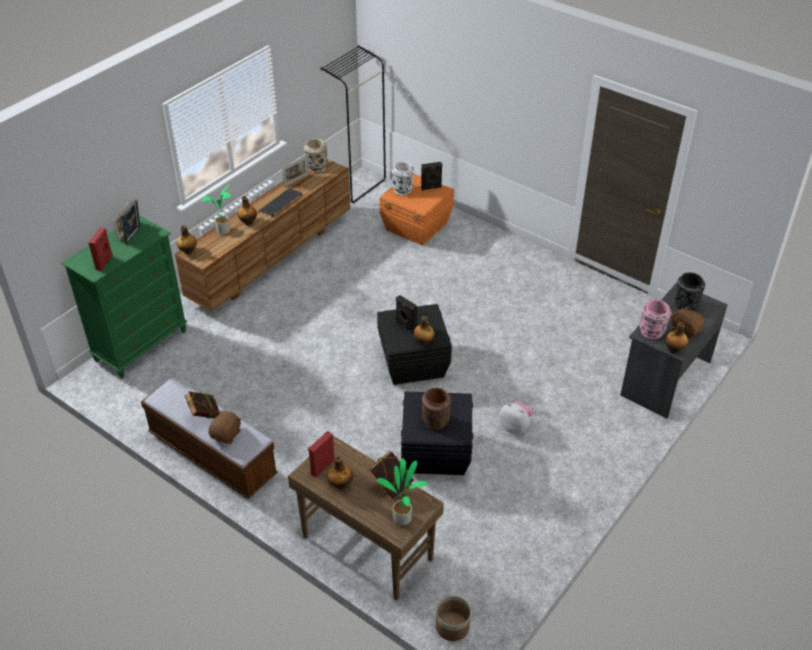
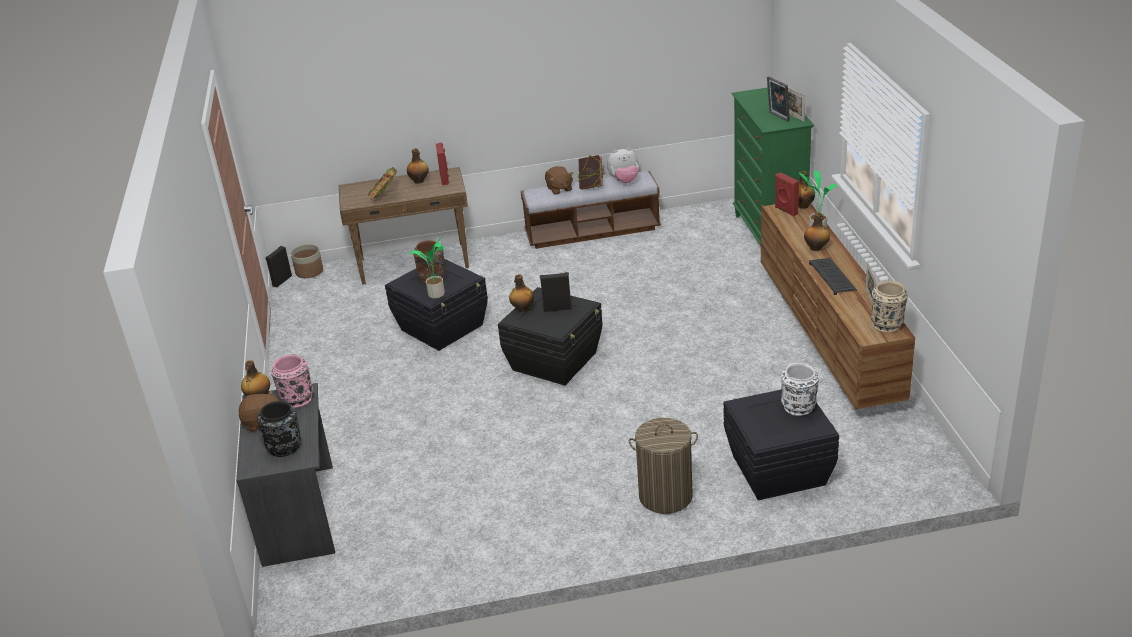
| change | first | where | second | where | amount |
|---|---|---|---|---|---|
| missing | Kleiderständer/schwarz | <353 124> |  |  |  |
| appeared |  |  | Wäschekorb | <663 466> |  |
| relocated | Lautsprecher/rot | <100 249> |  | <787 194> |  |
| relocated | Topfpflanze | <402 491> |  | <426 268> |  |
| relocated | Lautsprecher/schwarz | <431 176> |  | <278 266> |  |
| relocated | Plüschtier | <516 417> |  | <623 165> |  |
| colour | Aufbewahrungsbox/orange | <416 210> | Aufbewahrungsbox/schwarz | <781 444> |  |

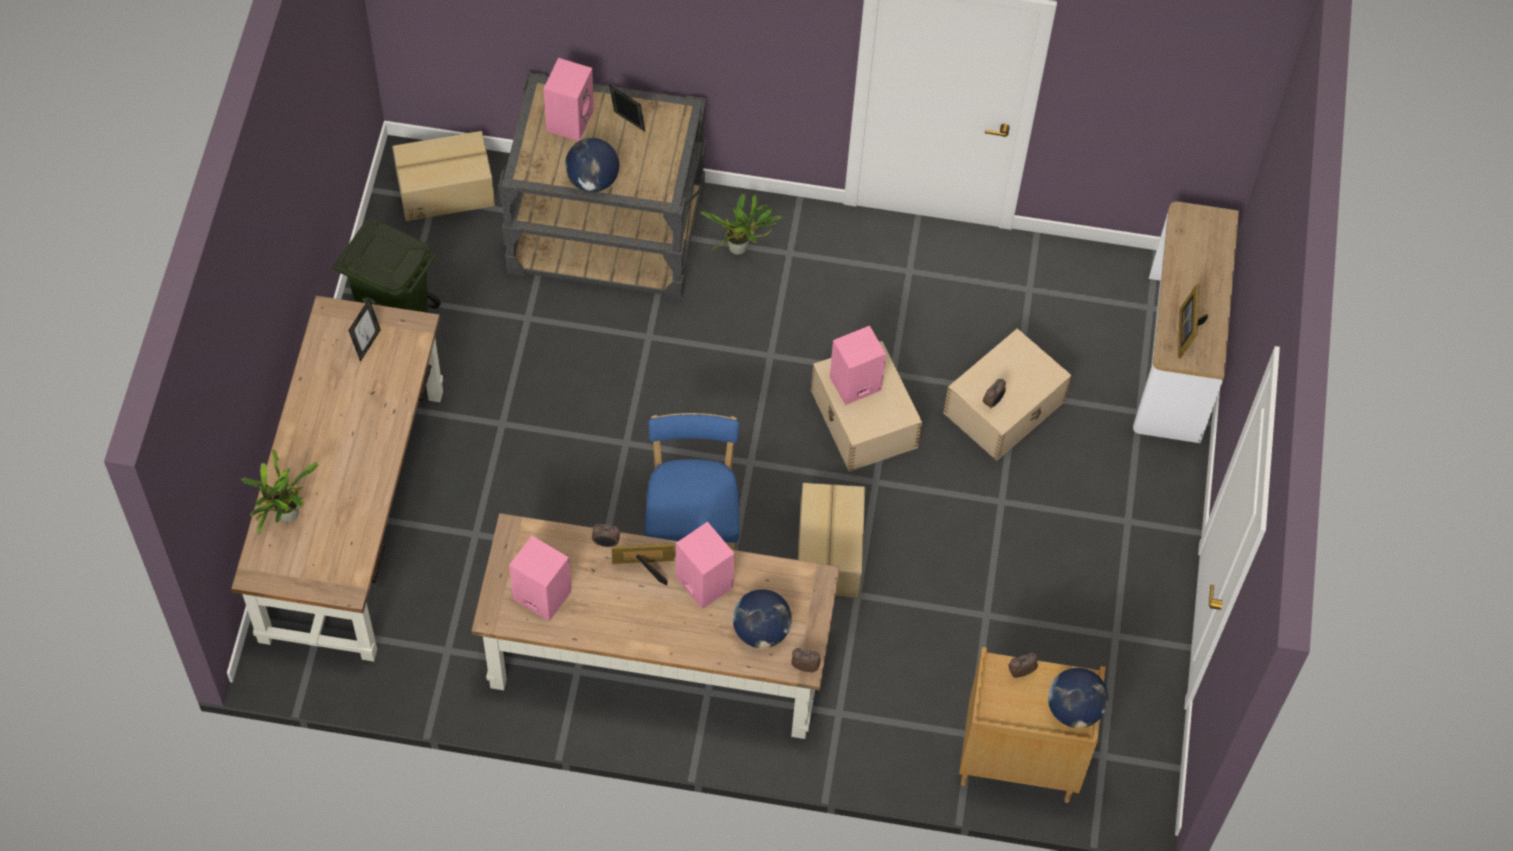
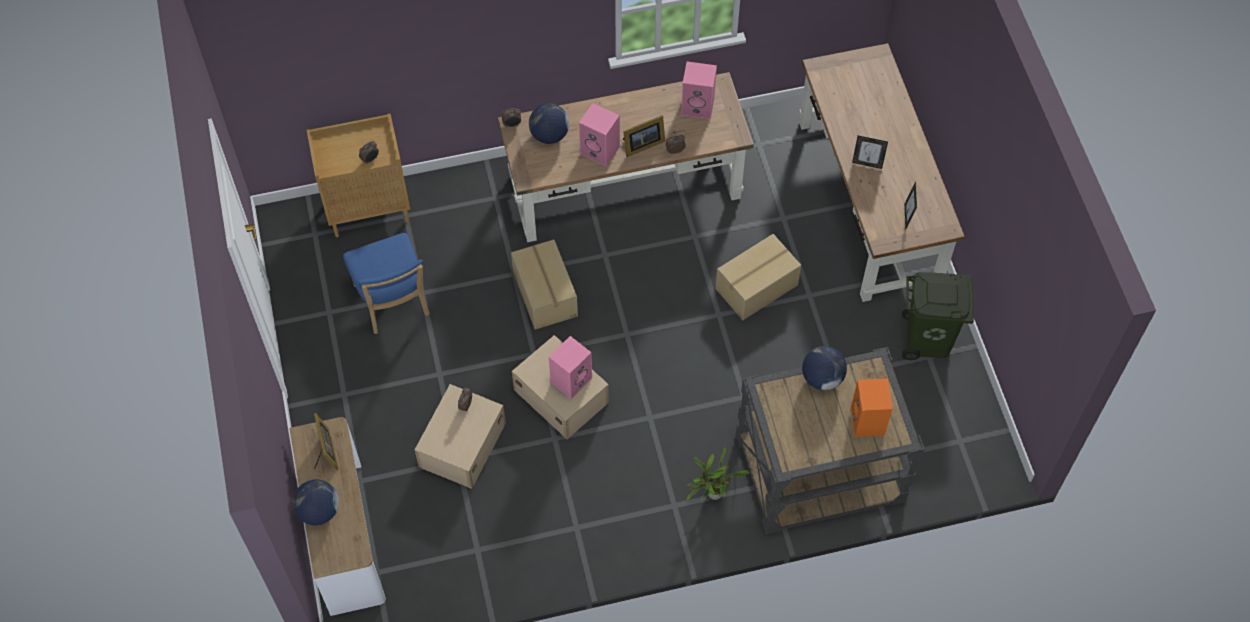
| change | first | where | second | where | amount |
|---|---|---|---|---|---|
| missing | Topfpflanze | <280 492> |  |  |  |
| relocated | Karton | <443 176> |  | <758 277> |  |
| relocated | Bilderrahmen | <627 107> |  | <870 152> |  |
| relocated | Stuhl/blau | <692 481> |  | <386 283> |  |
| relocated | Globus | <1078 698> |  | <315 502> |  |
| colour | Lautsprecher/rosa | <569 99> | Lautsprecher/orange | <872 407> |  |

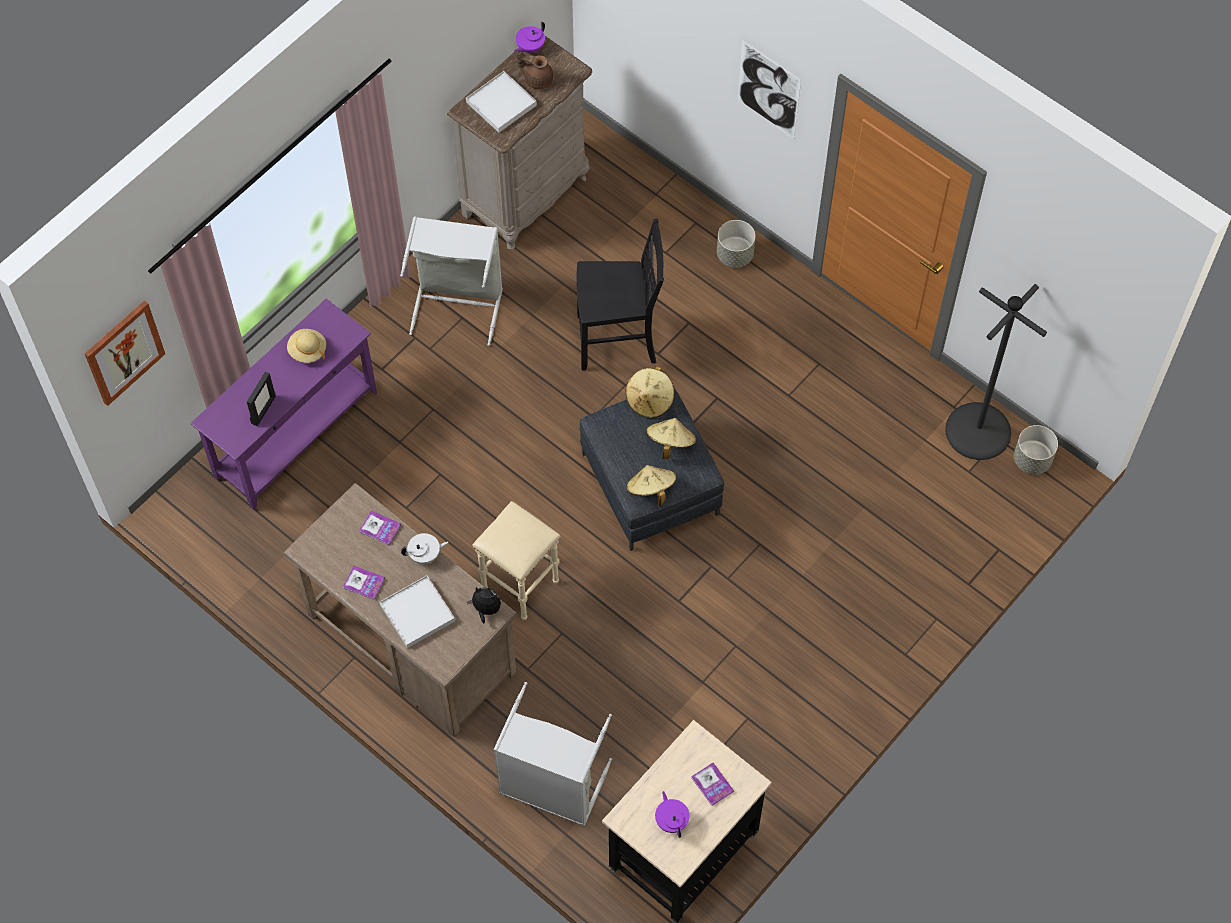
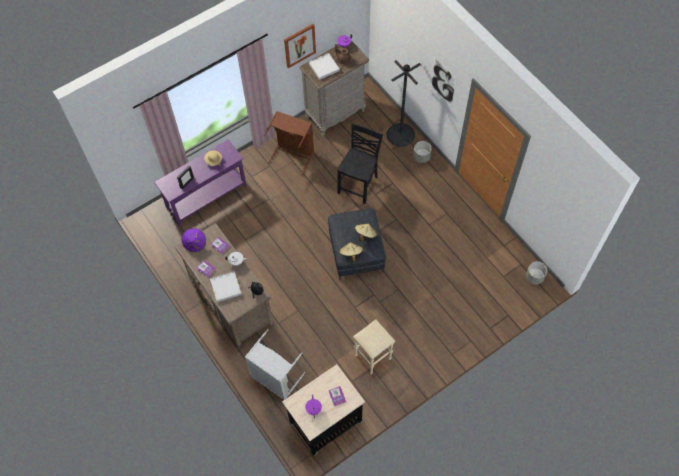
| change | first | where | second | where | amount |
|---|---|---|---|---|---|
| missing | Hut/beige | <650 392> |  |  |  |
| appeared |  |  | Hut/lila | <193 240> |  |
| relocated | Bild | <124 353> |  | <300 46> |  |
| relocated | Hocker/beige | <517 560> |  | <374 347> |  |
| relocated | Kleiderständer/schwarz | <996 372> |  | <404 103> |  |
| colour | Wäschekorb/grau | <451 281> | Wäschekorb/braun | <289 143> |  |
| spun | Stuhl/schwarz | <620 294> |  | <360 163> | 75 degrees counterclockwise |

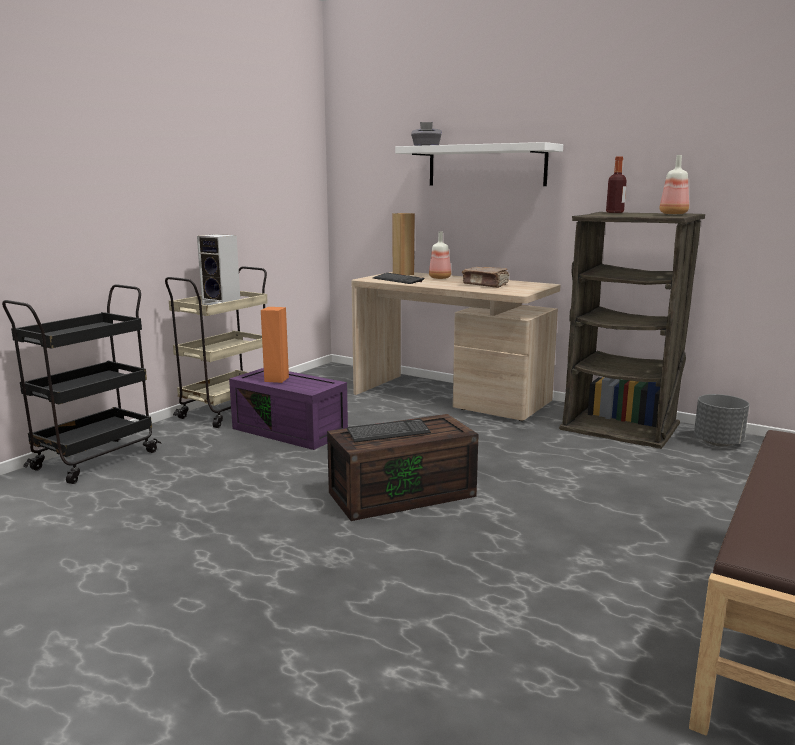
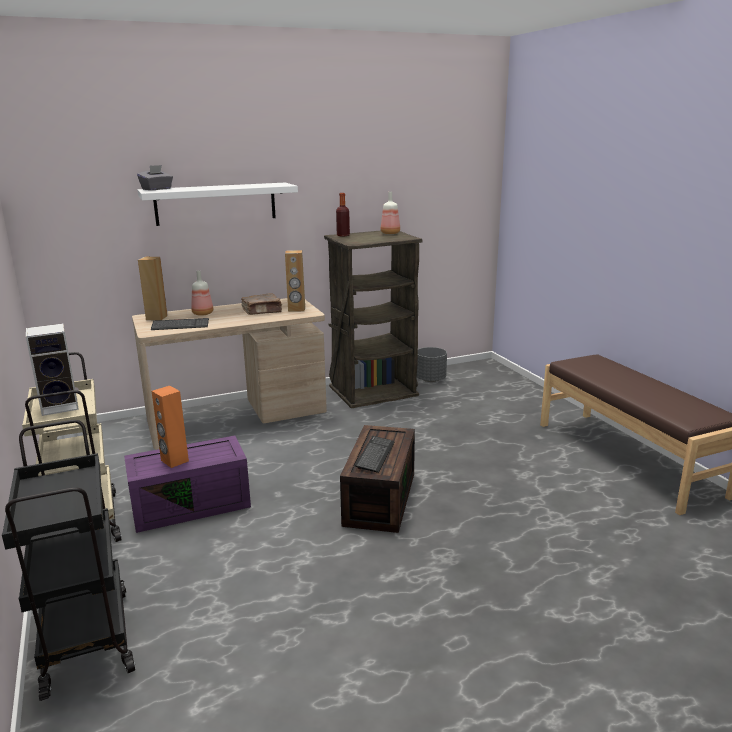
| change | first | where | second | where | amount |
|---|---|---|---|---|---|
| appeared |  |  | Lautsprecher/braun | <295 281> |  |

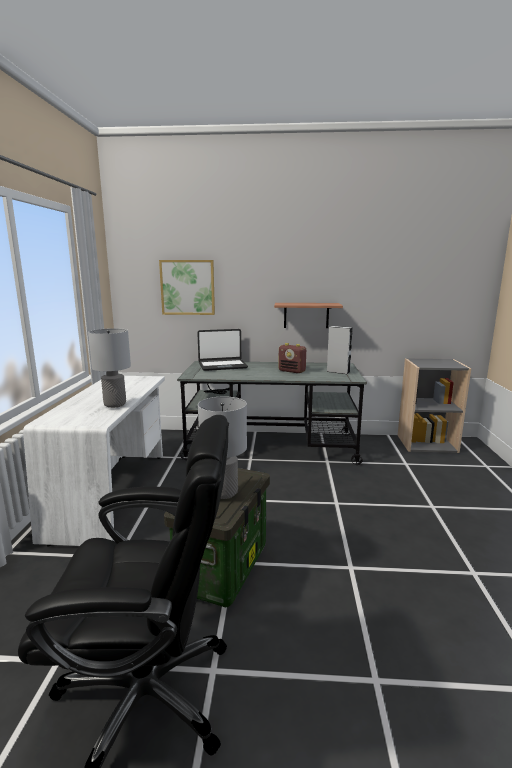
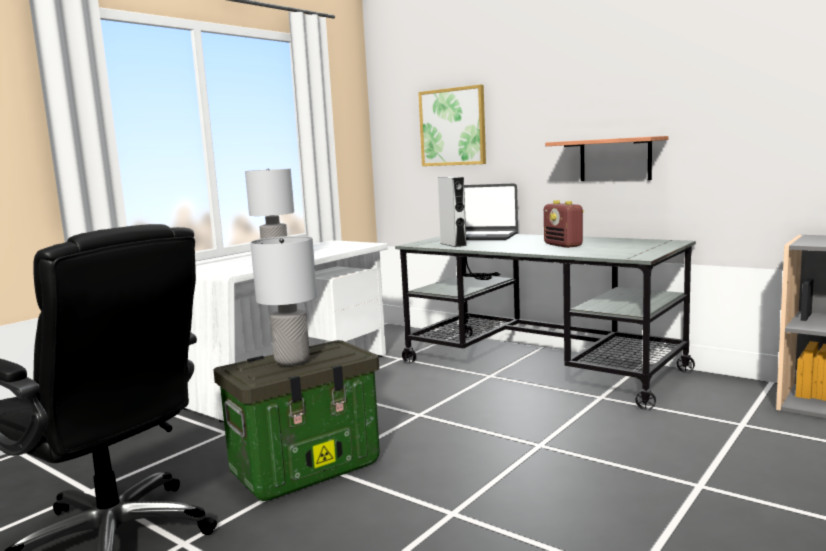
| change | first | where | second | where | amount |
|---|---|---|---|---|---|
| relocated | Lautsprecher/grau | <340 350> |  | <452 212> |  |

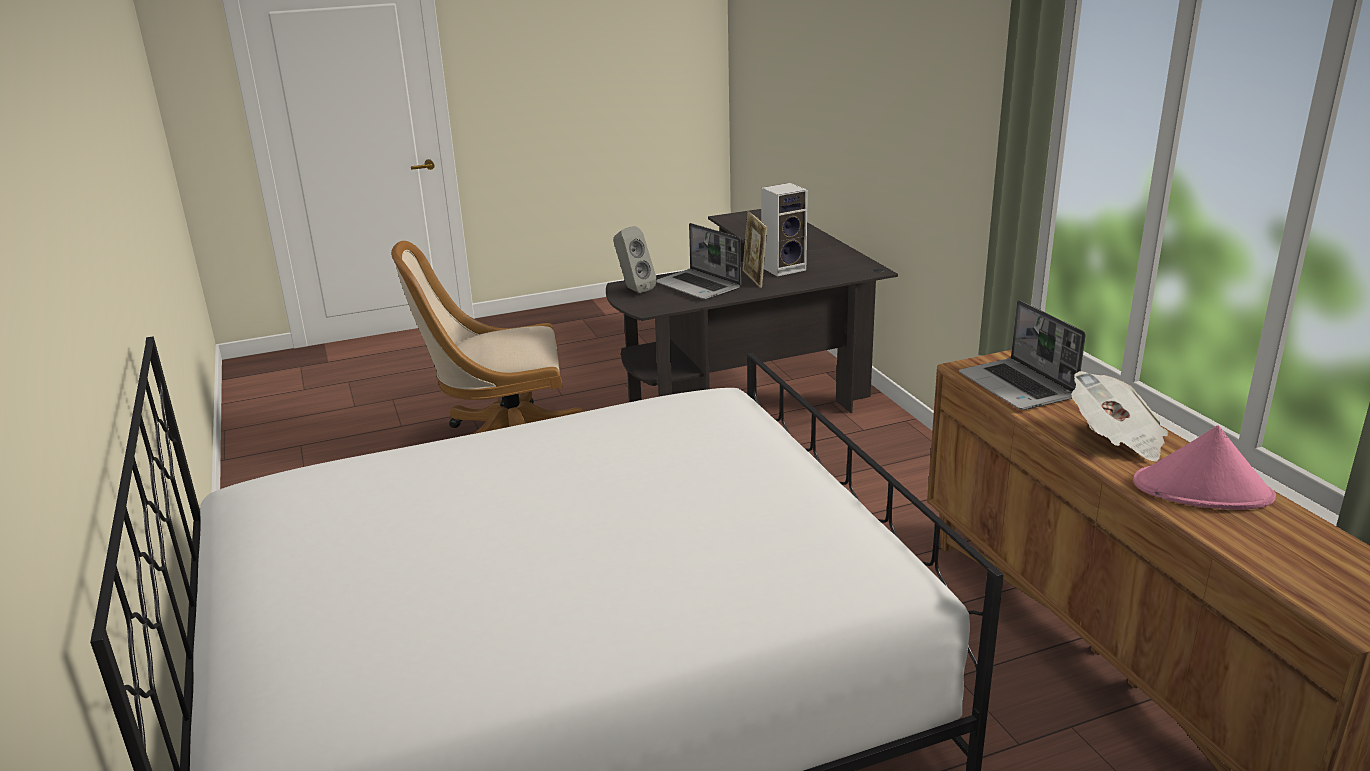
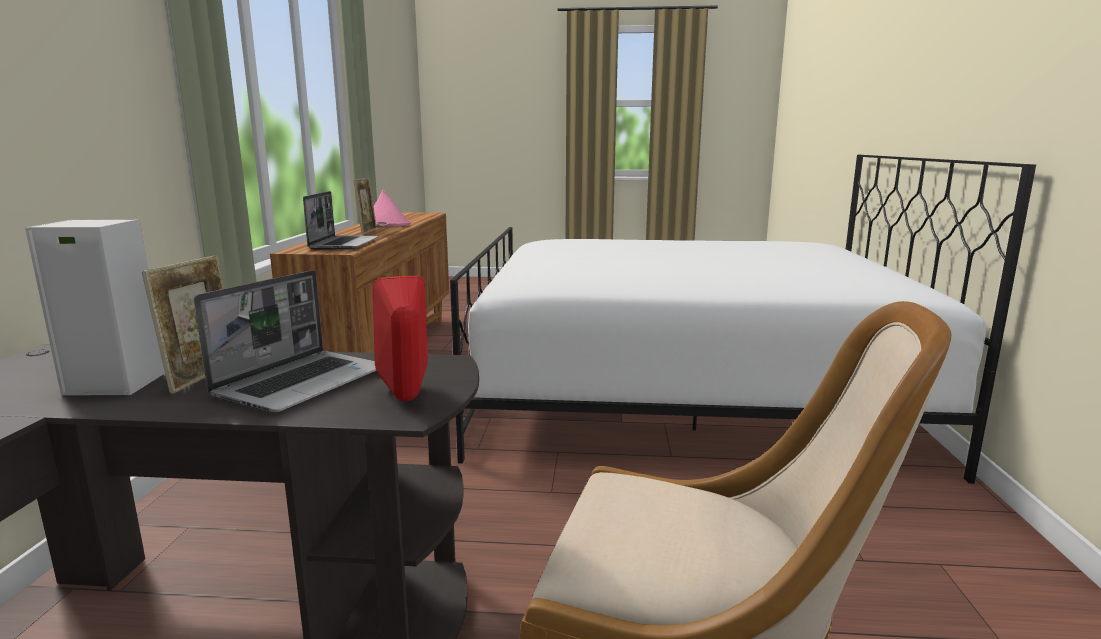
| change | first | where | second | where | amount |
|---|---|---|---|---|---|
| exchanged | Zeitung | <1119 416> | Bilderrahmen | <365 206> |  |
| colour | Lautsprecher/grau | <635 259> | Lautsprecher/rot | <400 338> |  |
| spun | Laptop | <698 261> |  | <285 341> | 45 degrees clockwise |

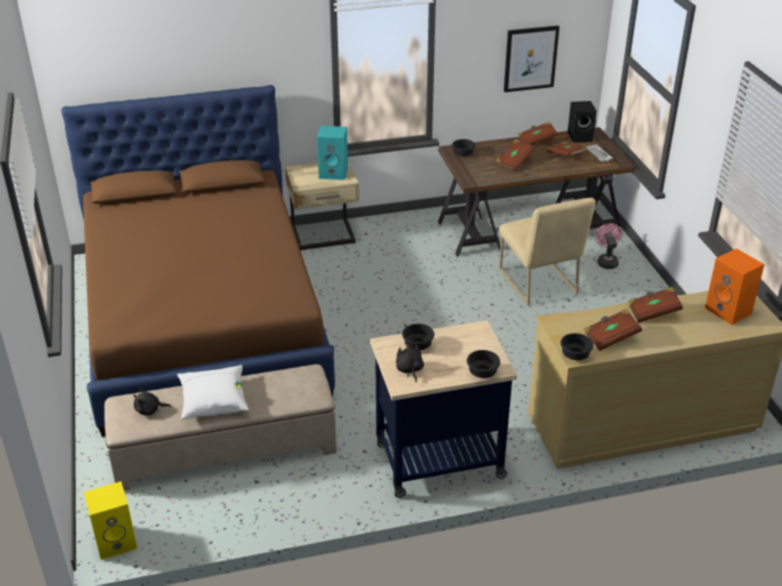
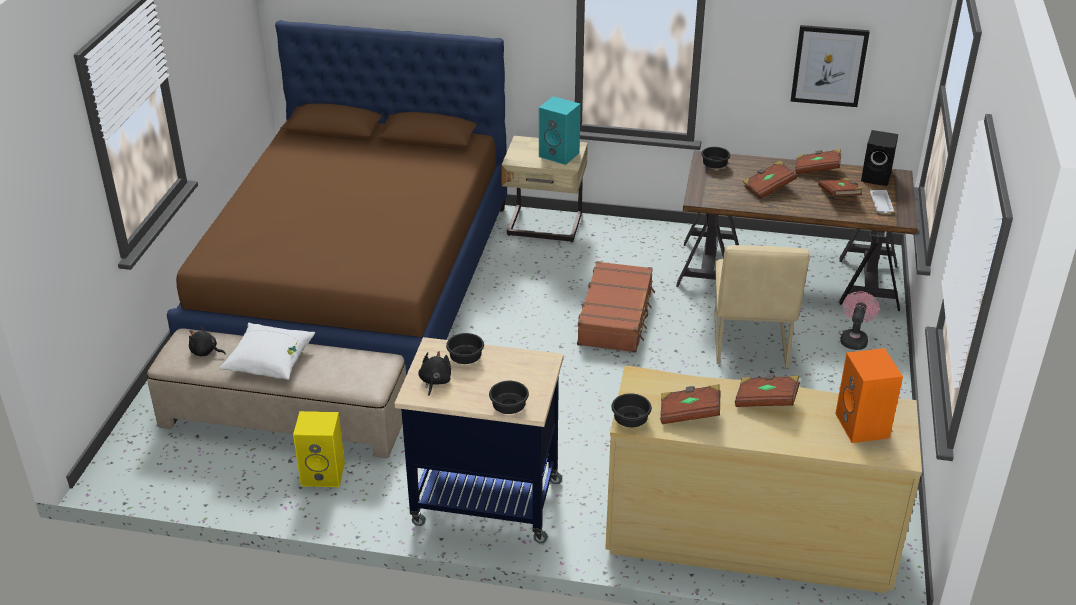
| change | first | where | second | where | amount |
|---|---|---|---|---|---|
| appeared |  |  | Koffer/braun | <616 307> |  |
| relocated | Lautsprecher/gelb | <111 520> |  | <319 449> |  |

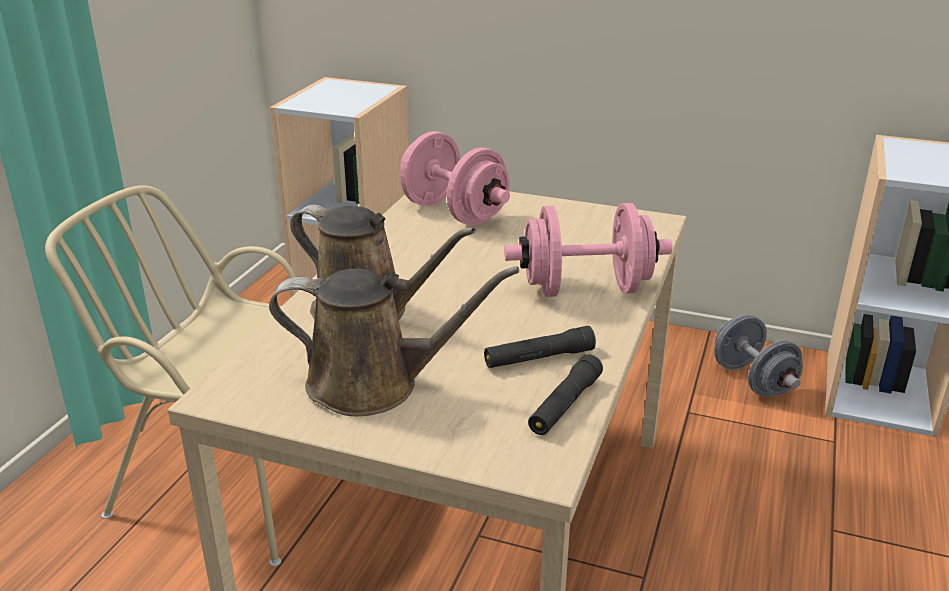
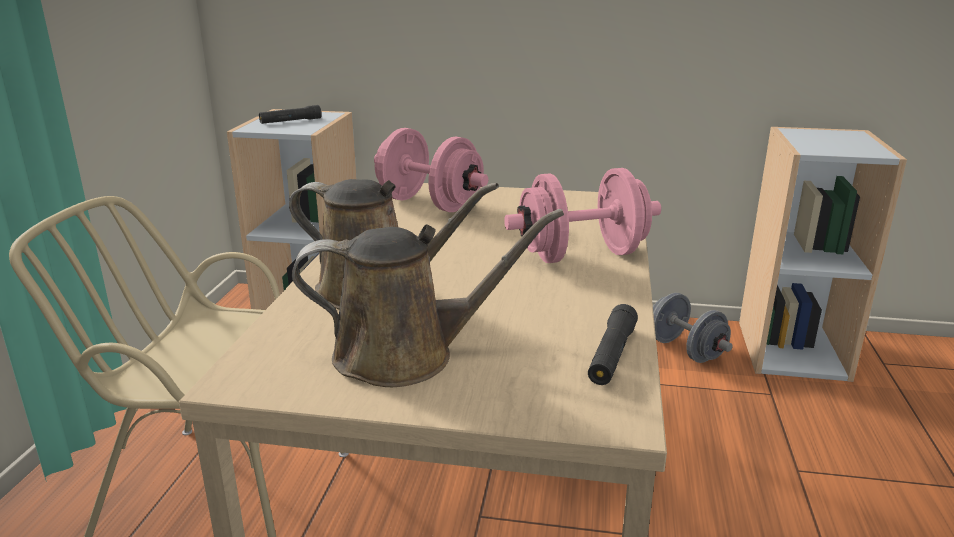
| change | first | where | second | where | amount |
|---|---|---|---|---|---|
| relocated | Taschenlampe/schwarz | <540 347> |  | <290 114> |  |

